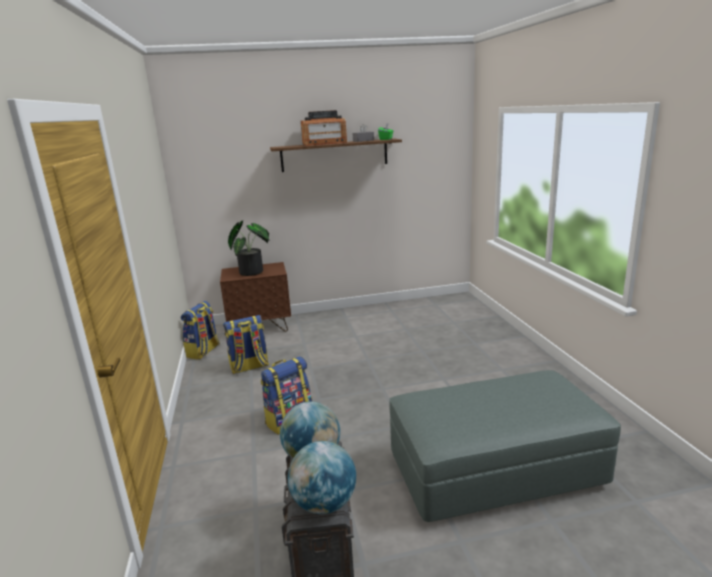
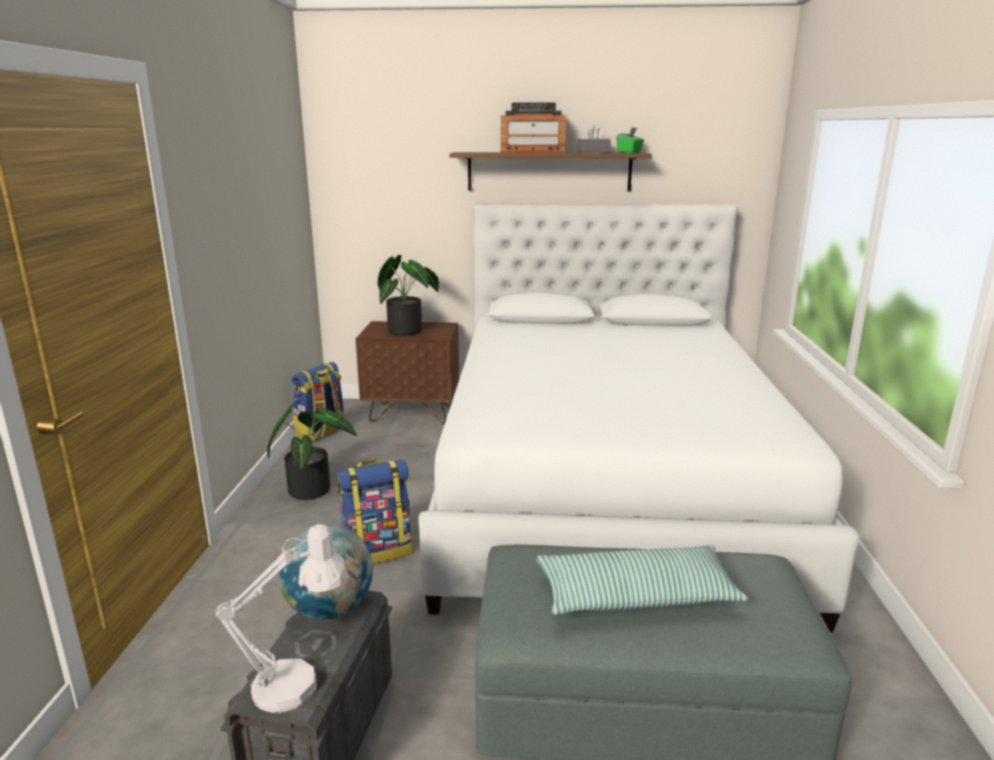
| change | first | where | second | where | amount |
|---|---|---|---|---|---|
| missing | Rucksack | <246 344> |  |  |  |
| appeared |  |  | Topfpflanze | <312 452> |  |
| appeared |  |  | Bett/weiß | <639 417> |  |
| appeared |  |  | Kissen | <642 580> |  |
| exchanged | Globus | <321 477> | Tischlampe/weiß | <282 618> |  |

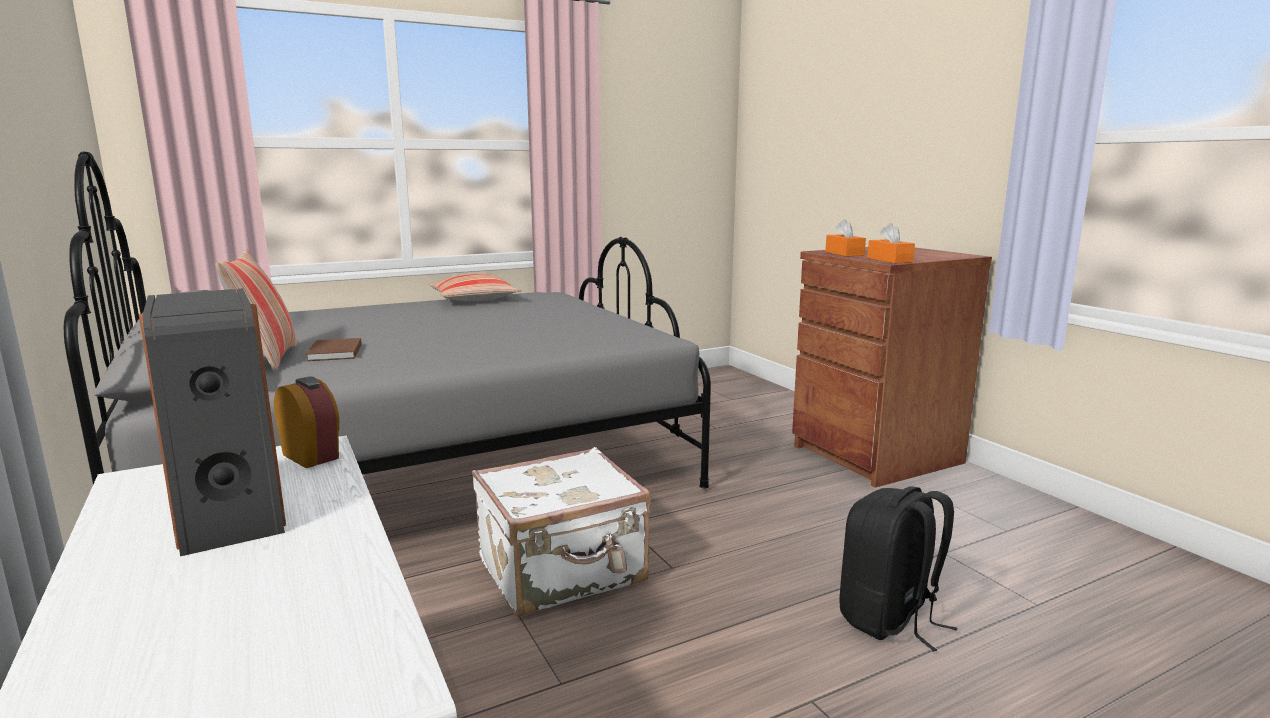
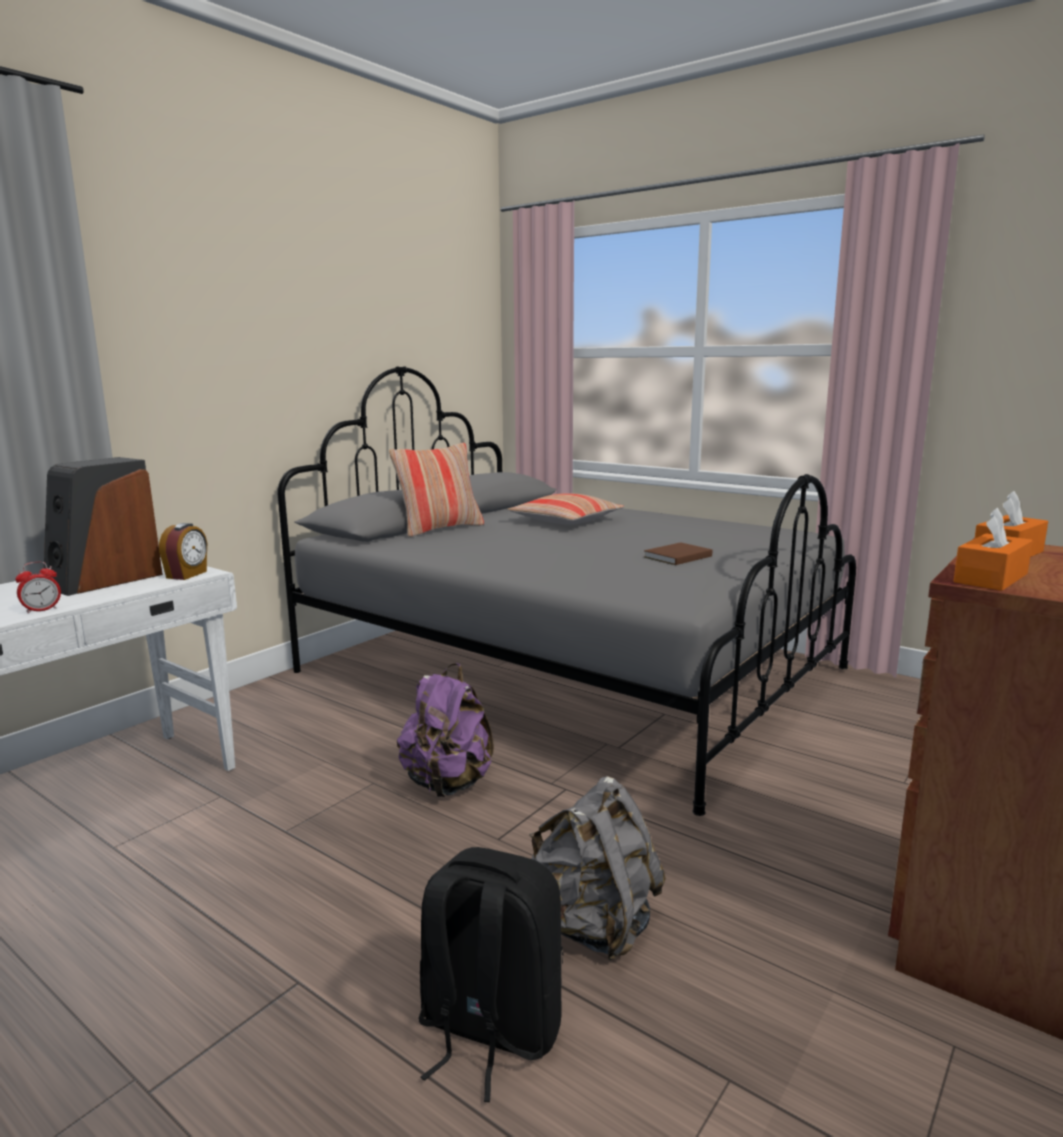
| change | first | where | second | where | amount |
|---|---|---|---|---|---|
| appeared |  |  | Wecker | <38 588> |  |
| appeared |  |  | Rucksack/grau | <597 868> |  |
| relocated | Buch/braun | <334 349> |  | <678 553> |  |
| relocated | Kissen | <475 287> |  | <565 508> |  |
| exchanged | Koffer/weiß | <561 531> | Rucksack/lila | <445 730> |  |

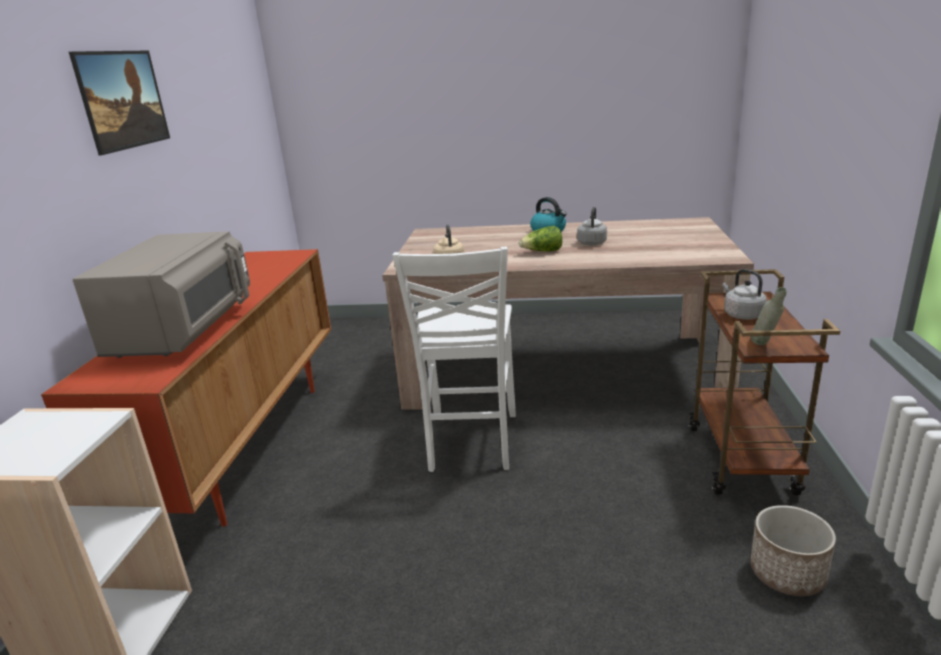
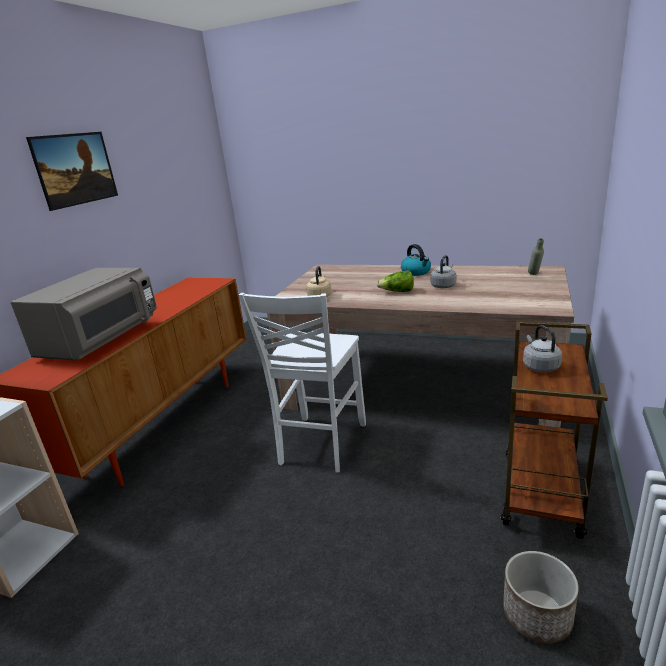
| change | first | where | second | where | amount |
|---|---|---|---|---|---|
| relocated | Flasche/grau | <769 316> |  | <536 256> |  |

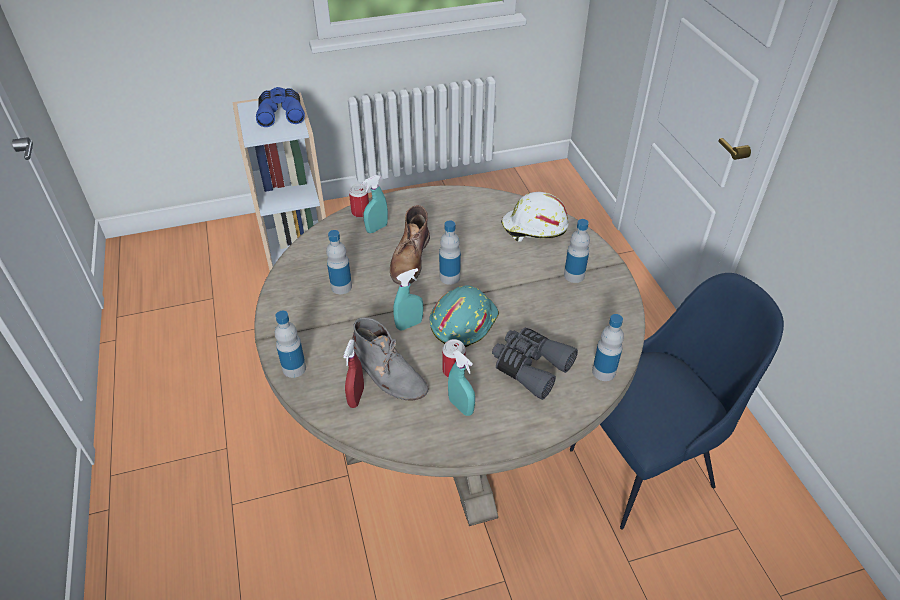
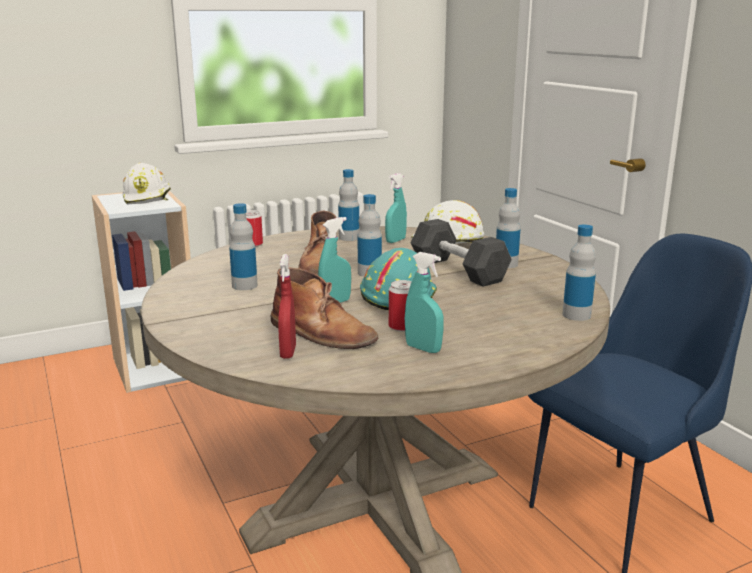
| change | first | where | second | where | amount |
|---|---|---|---|---|---|
| missing | Fernglas/grau | <535 364> |  |  |  |
| appeared |  |  | Hantel/schwarz | <461 253> |  |
| relocated | Flasche | <290 344> |  | <348 205> |  |
| relocated | Sprühflasche/türkis | <375 204> |  | <396 208> |  |
| exchanged | Fernglas/blau | <280 107> | Schutzhelm/weiß | <146 183> |  |
| colour | Stiefel/grau | <390 358> | Stiefel/braun | <324 308> |  |

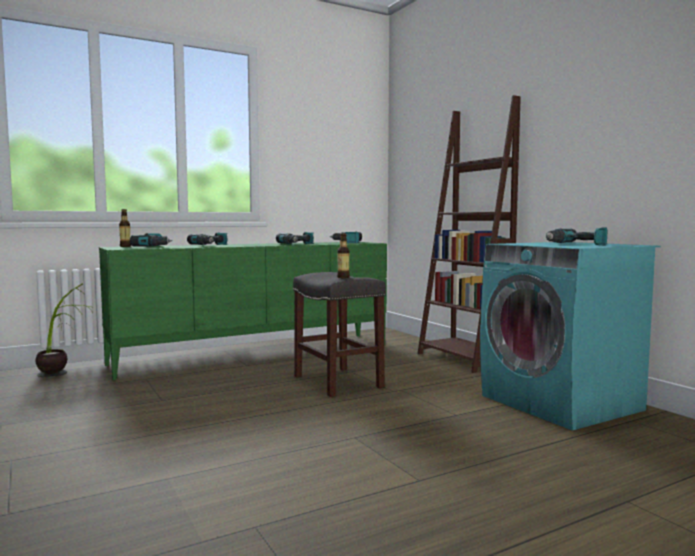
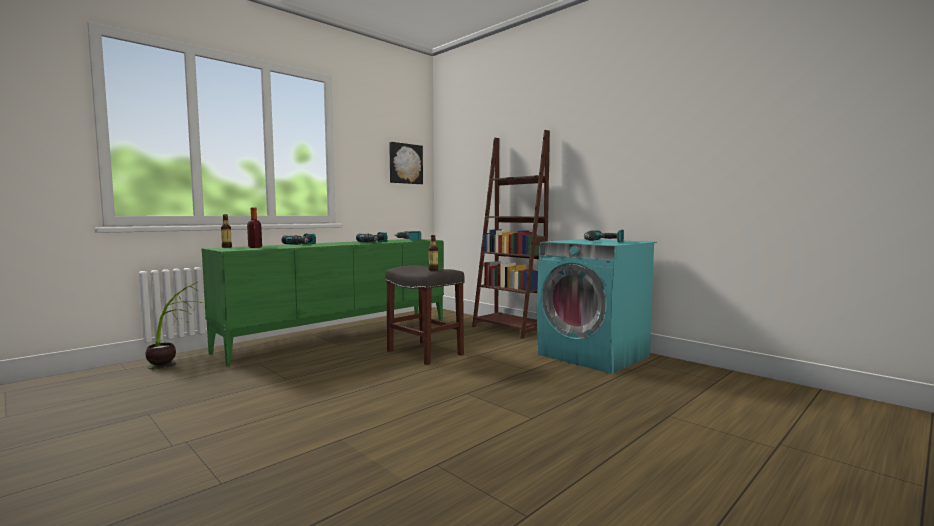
| change | first | where | second | where | amount |
|---|---|---|---|---|---|
| appeared |  |  | Bild | <406 163> |  |
| exchanged | Bohrmaschine | <151 240> | Flasche | <254 228> |  |

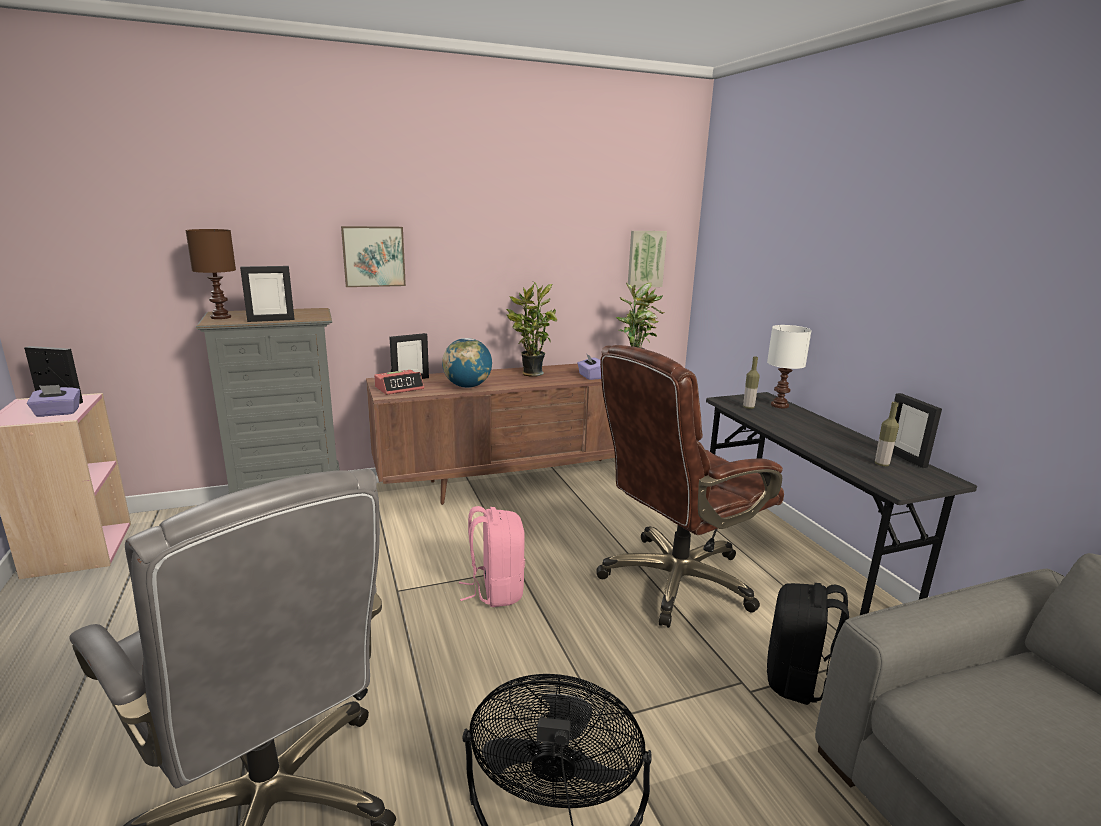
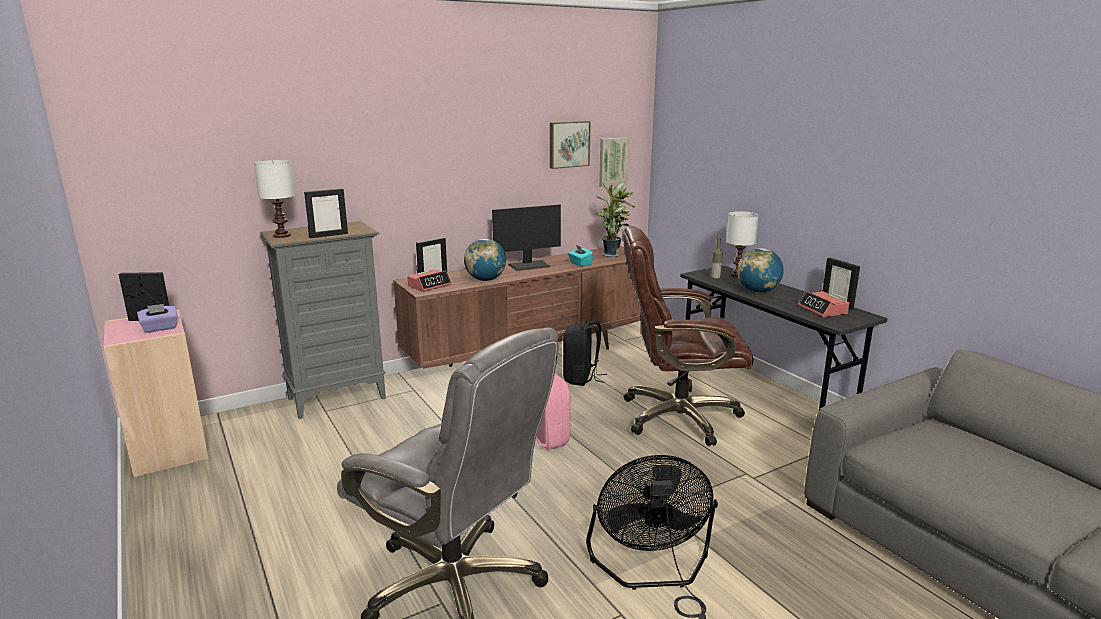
| change | first | where | second | where | amount |
|---|---|---|---|---|---|
| appeared |  |  | Globus | <760 270> |  |
| relocated | Bild | <373 256> |  | <570 145> |  |
| relocated | Rucksack/schwarz | <808 644> |  | <585 353> |  |
| exchanged | Topfpflanze | <531 329> | Monitor | <526 237> |  |
| exchanged | Flasche | <887 434> | Wecker | <823 304> |  |
| colour | Tischlampe/braun | <210 274> | Tischlampe/weiß | <274 199> |  |
| colour | Taschentuchbox/lila | <589 366> | Taschentuchbox/türkis | <581 256> |  |
| spun | Bürostuhl/braun | <690 486> |  | <688 336> | 45 degrees clockwise |

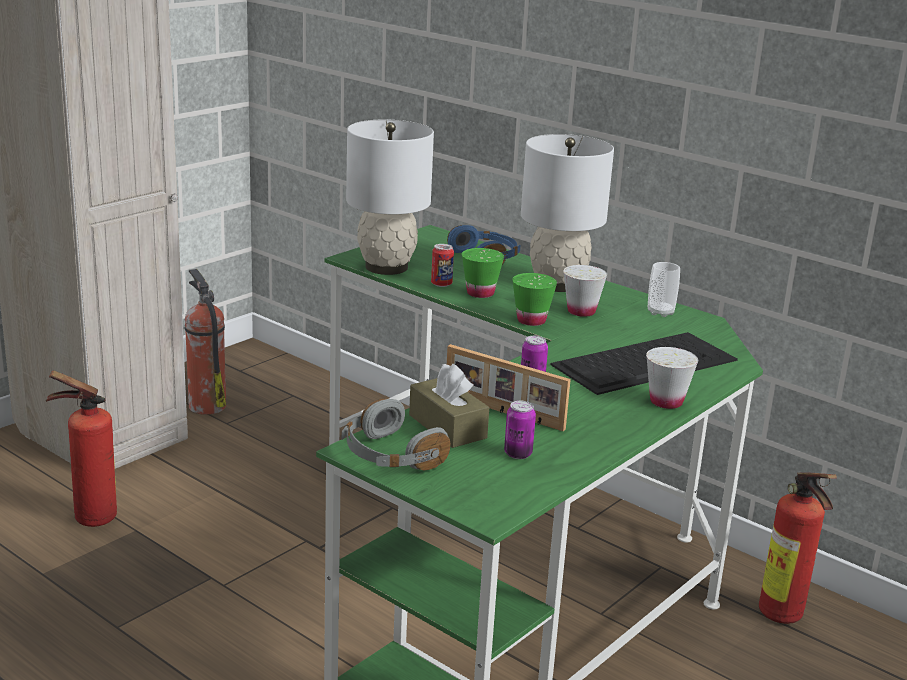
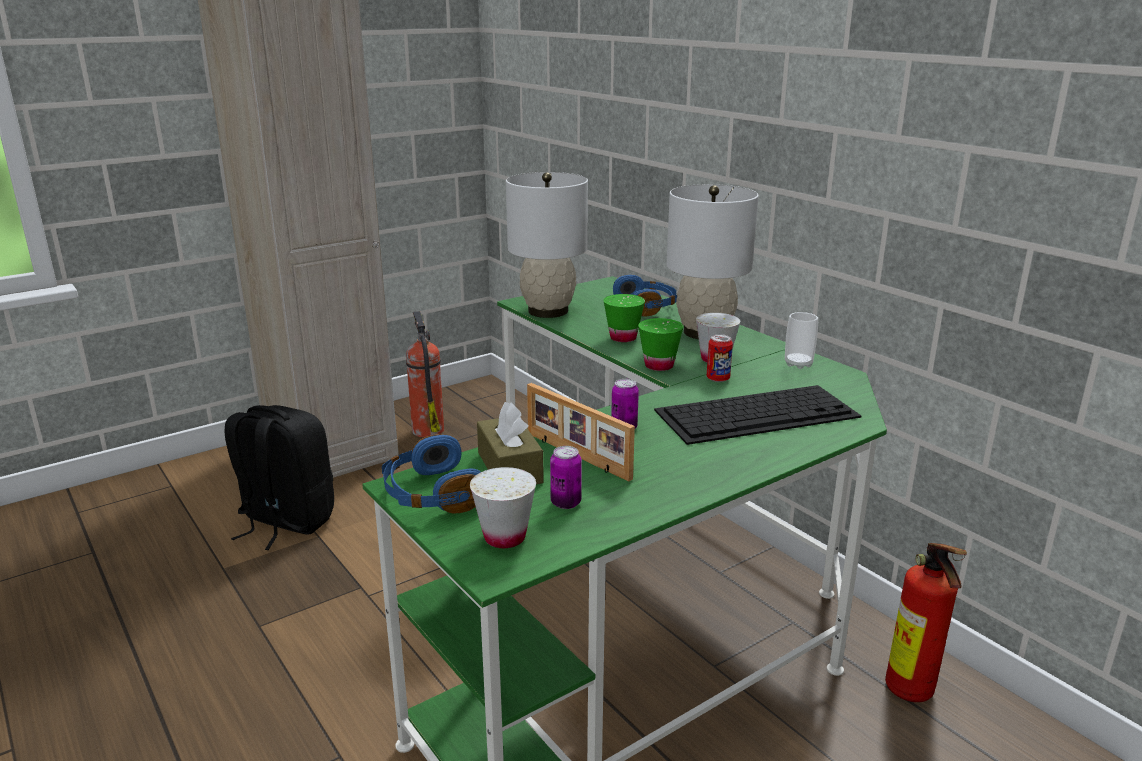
| change | first | where | second | where | amount |
|---|---|---|---|---|---|
| relocated | Dose | <442 265> |  | <720 358> |  |
| relocated | Tasse/weiß | <672 378> |  | <503 507> |  |
| exchanged | Feuerlöscher | <81 449> | Rucksack/schwarz | <279 477> |  |
| colour | Kopfhörer/grau | <396 435> | Kopfhörer/blau | <431 473> |  |

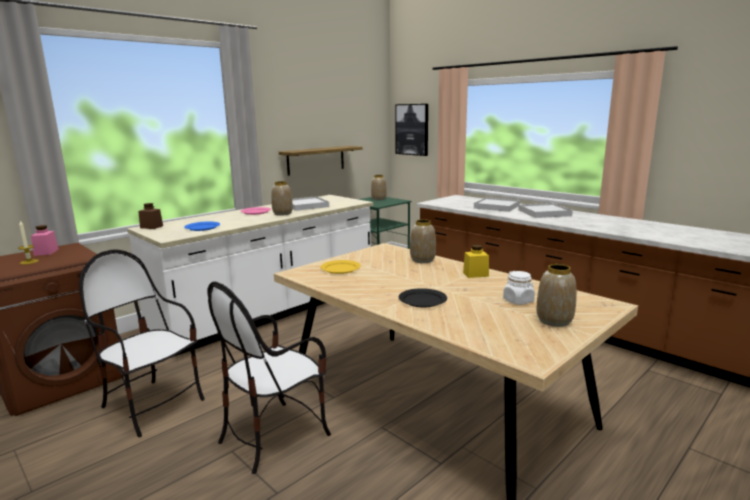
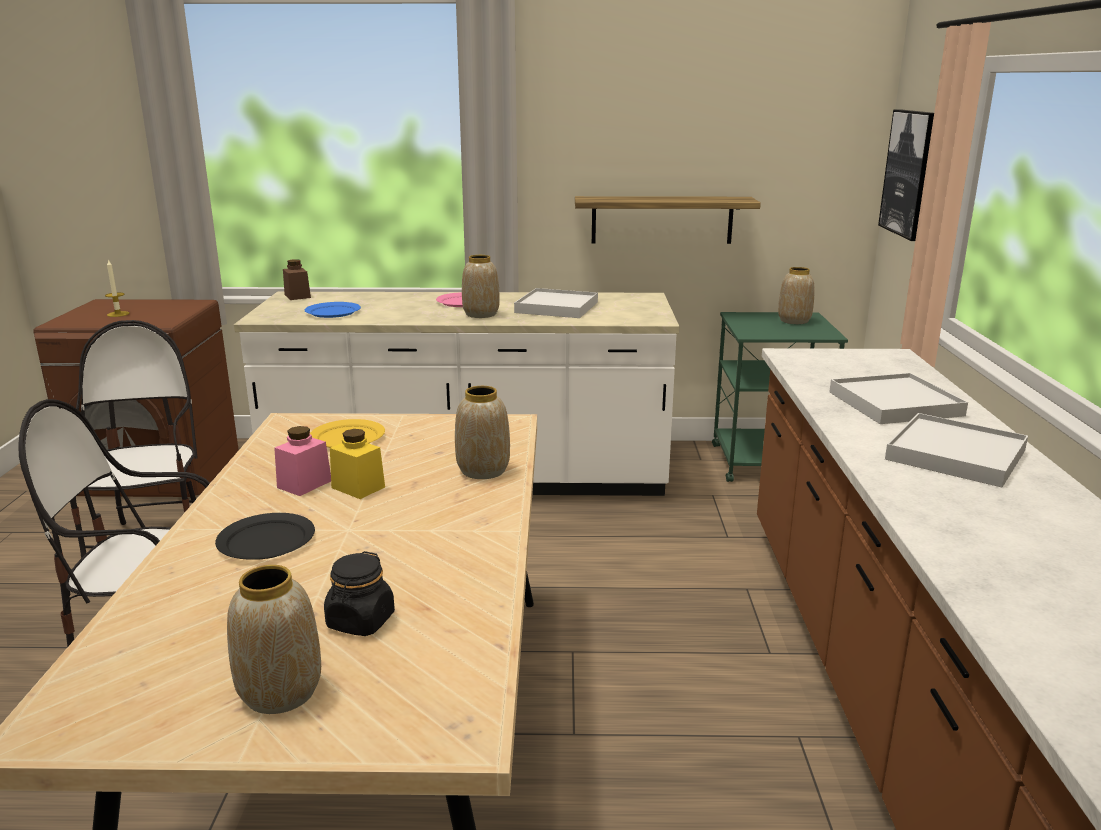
| change | first | where | second | where | amount |
|---|---|---|---|---|---|
| relocated | Vorratsglas/rosa | <45 240> |  | <302 461> |  |
| relocated | Vorratsglas/gelb | <476 261> |  | <357 464> |  |
| colour | Vorratsglas/weiß | <519 288> | Vorratsglas/schwarz | <359 593> |  |

